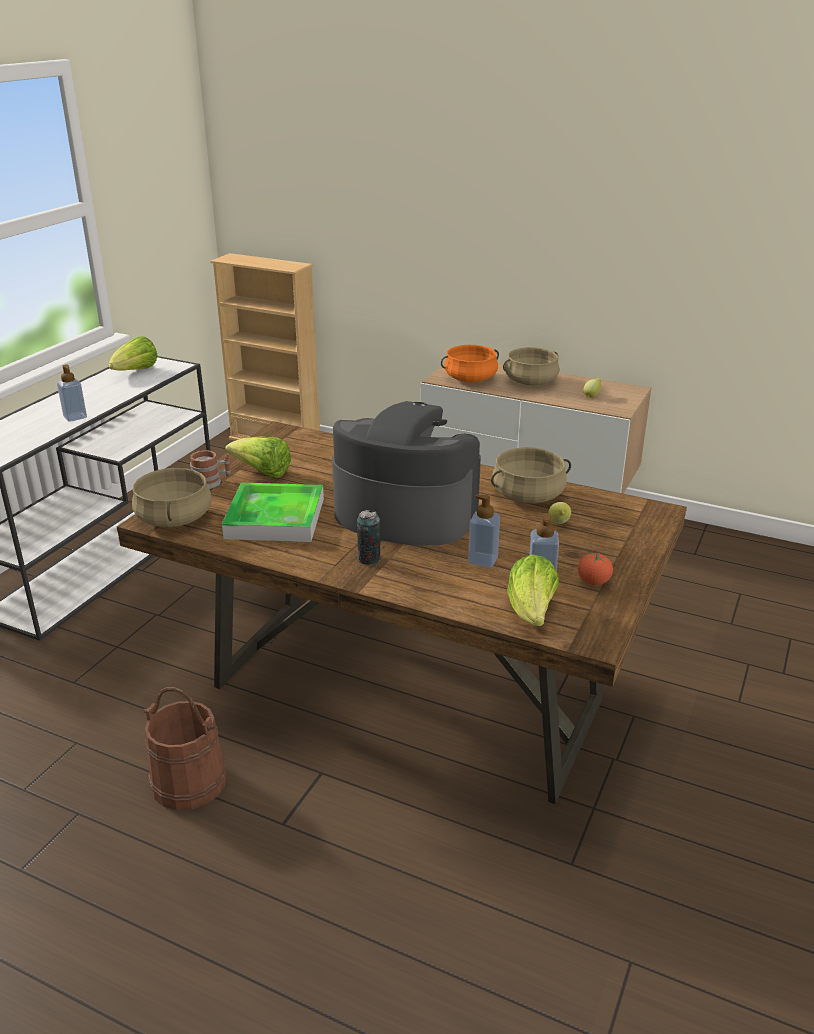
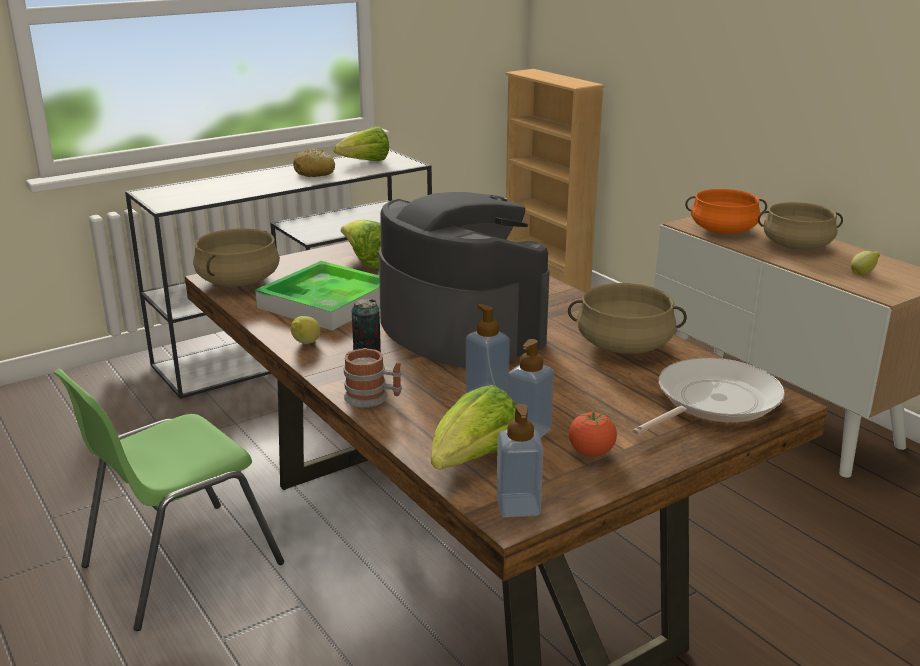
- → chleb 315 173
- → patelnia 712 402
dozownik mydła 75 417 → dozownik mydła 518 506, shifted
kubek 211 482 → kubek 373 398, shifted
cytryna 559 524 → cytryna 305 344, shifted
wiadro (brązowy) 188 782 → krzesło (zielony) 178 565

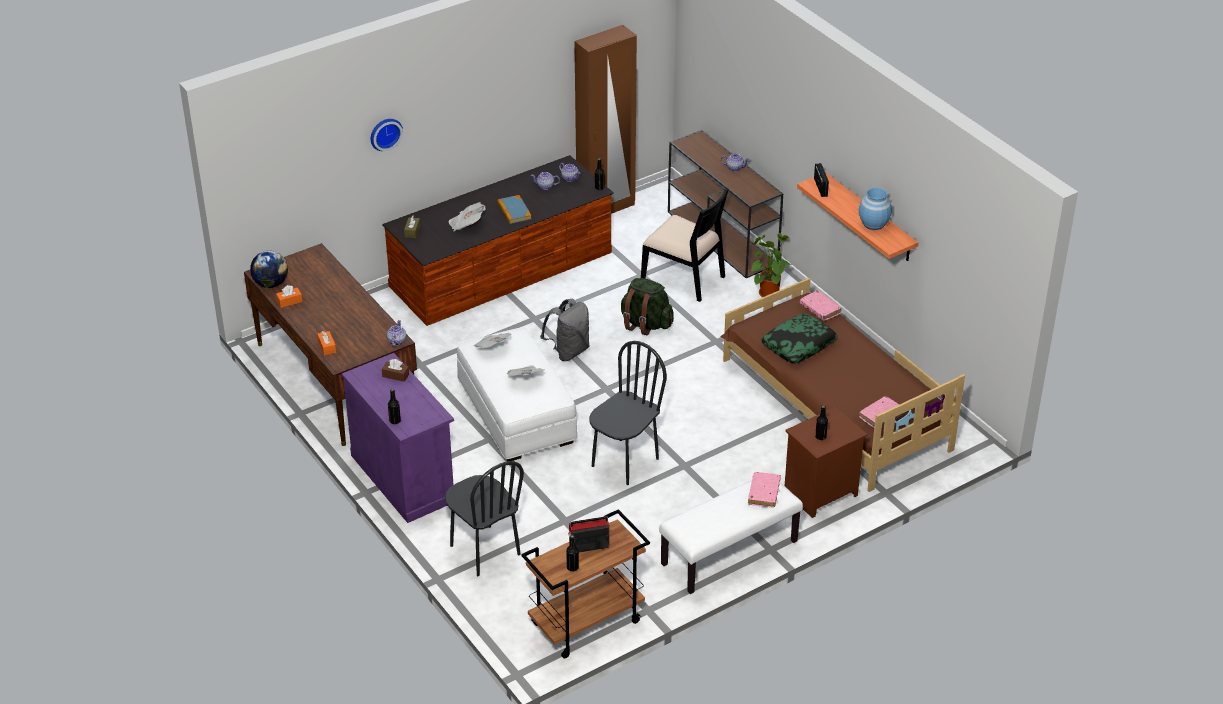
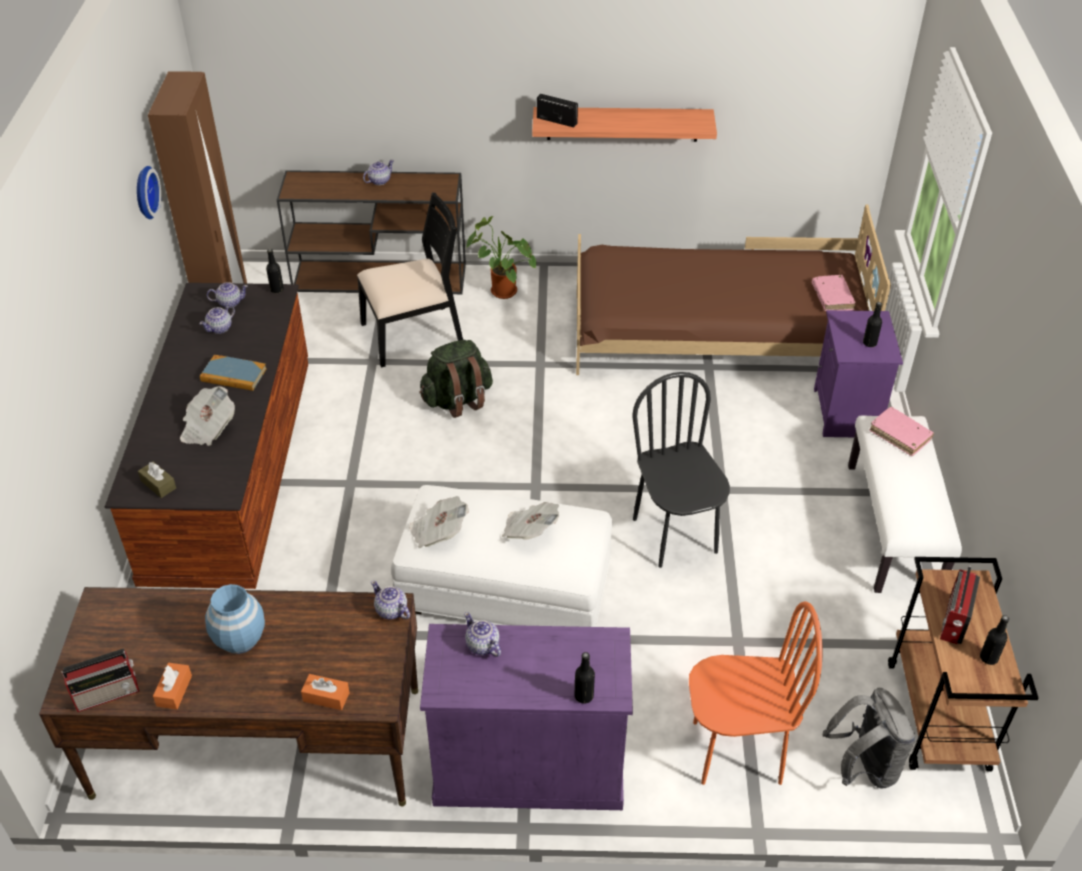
poduszka 798 345 → -
książka (różowy) 820 309 → -
zegar ścienny 385 133 → zegar ścienny 143 192, shifted
plecak (szary) 568 351 → plecak (szary) 864 767, shifted
wazon (niebieski) 873 224 → wazon (niebieski) 240 639, shifted
globus 271 284 → radio 108 693
pudełko chusteczek (brązowy) 395 375 → imbryk 482 645
krzesło (czarny) 484 550 → krzesło (pomarańczowy) 736 751
szafka nocna (brązowy) 820 494 → szafka nocna (fioletowy) 847 413

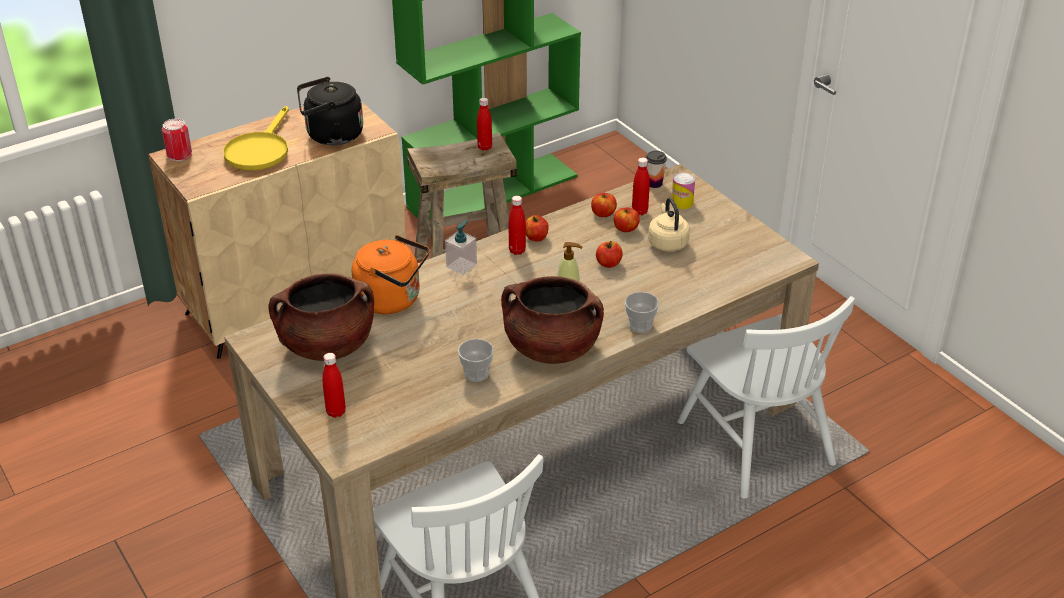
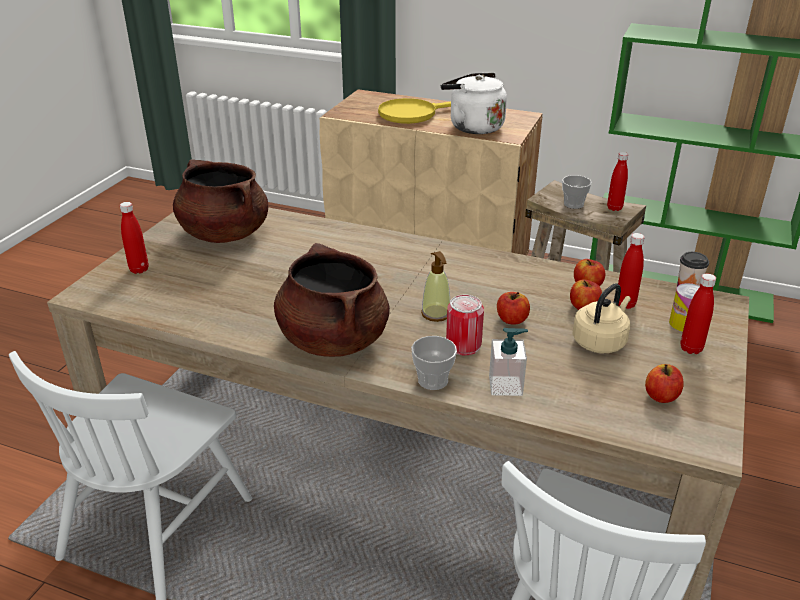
czajnik (pomarańczowy) 392 300 → -
puszka 179 154 → puszka 463 345, shifted
dozownik mydła 461 265 → dozownik mydła 506 385, shifted
filiżanka 476 374 → filiżanka 573 204, shifted
butelka (czerwony) 517 251 → butelka (czerwony) 691 348, shifted
jabłko 536 237 → jabłko 661 396, shifted
czajnik (czarny) 331 136 → czajnik (biały) 473 127

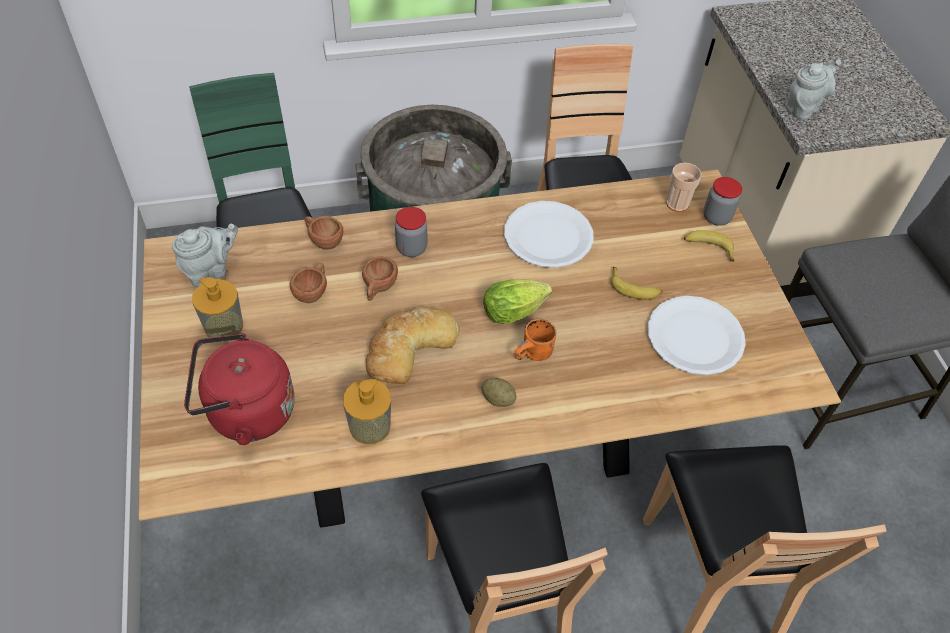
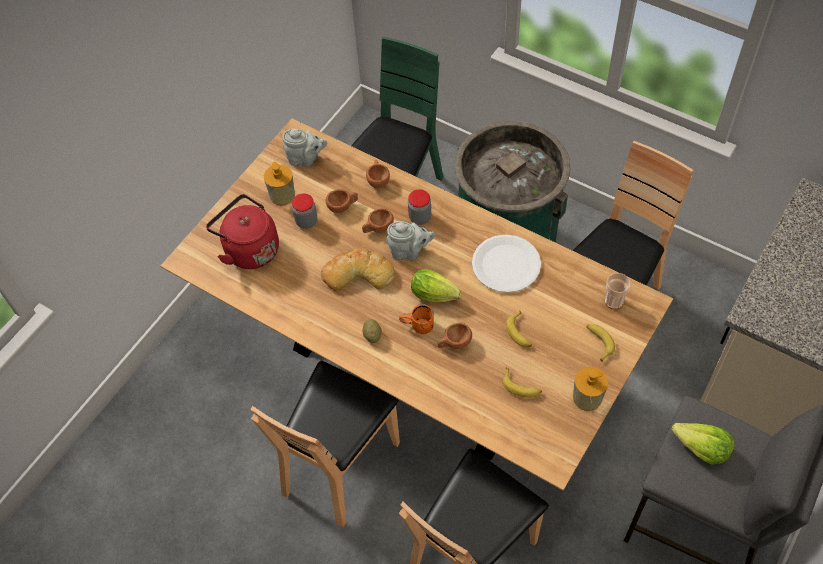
- → filiżanka (brązowy) 454 343
- → sałata 701 449
dozownik mydła 370 426 → dozownik mydła 587 398, shifted
słoik 716 217 → słoik 306 221, shifted
imbryk (szary) 804 107 → imbryk (szary) 409 251, shifted
talerz (biały) 695 336 → banan 521 386

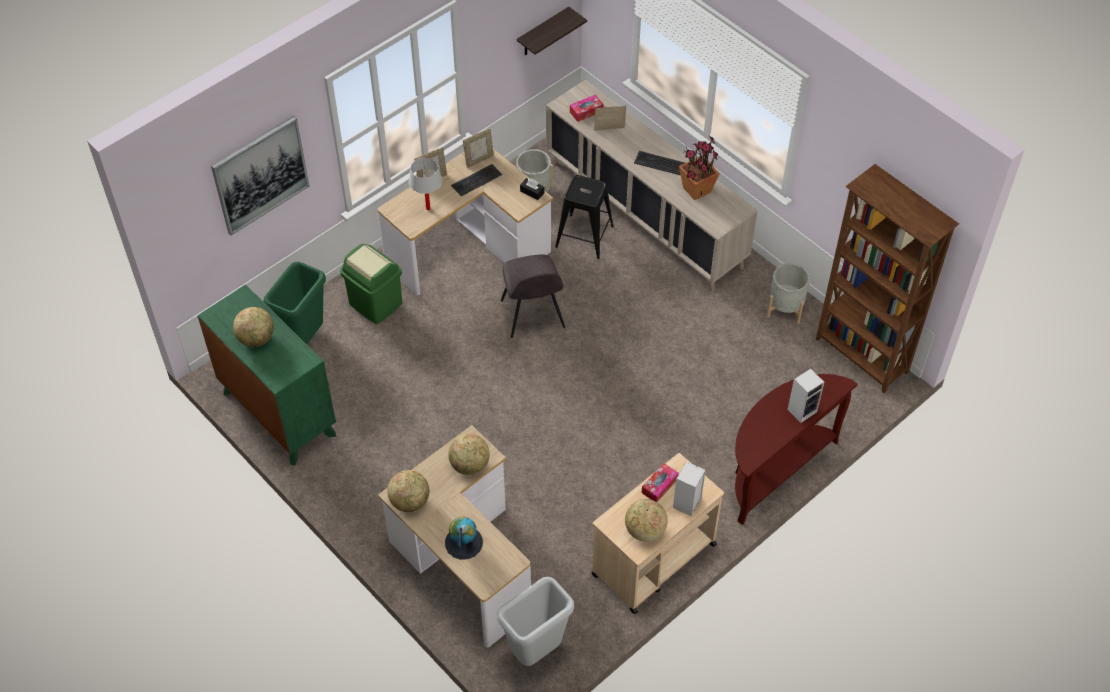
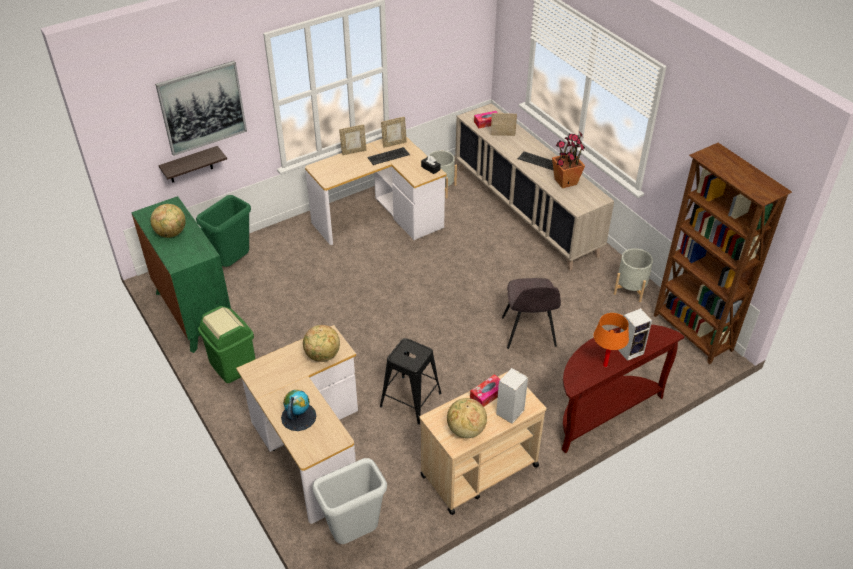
globus 410 501 → -
lampa stołowa (biały) 428 208 → -
- → lampa stołowa (pomarańczowy) 605 365
kosz na śmieci (zielony) 375 304 → kosz na śmieci (zielony) 232 365, shifted
krzesło (szary) 533 315 → krzesło (szary) 529 333, shifted
półka 543 33 → półka 190 165, shifted
stołek (czarny) 584 236 → stołek (czarny) 410 400, shifted

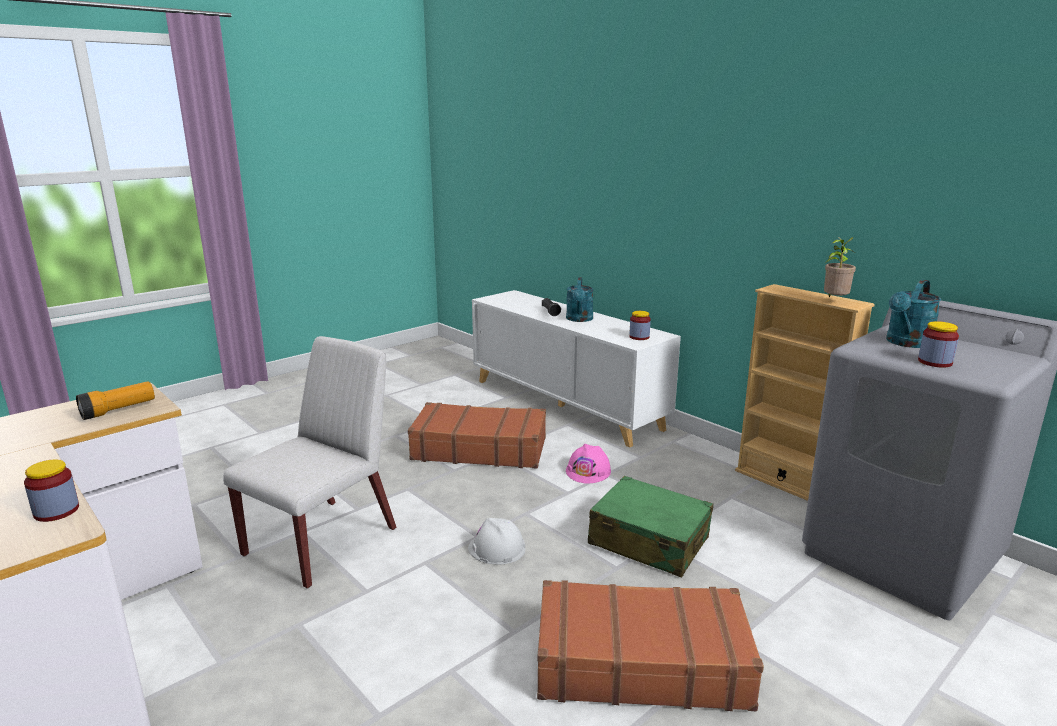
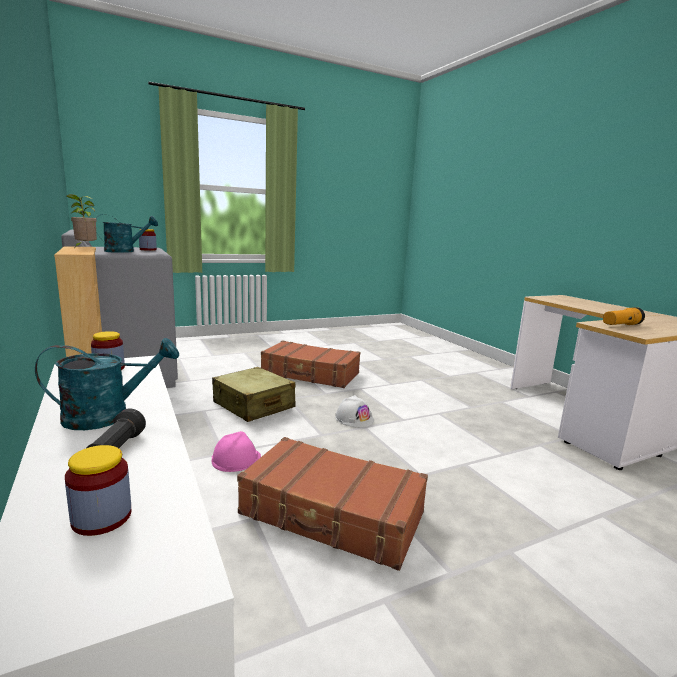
krzesło (biały) 322 540 → -
słoik 56 511 → słoik 101 518, shifted
walizka (zielony) 648 541 → walizka (beżowy) 253 405
konewka (turkusowy) 579 319 → konewka (turkusowy) 108 416, 45 degrees clockwise

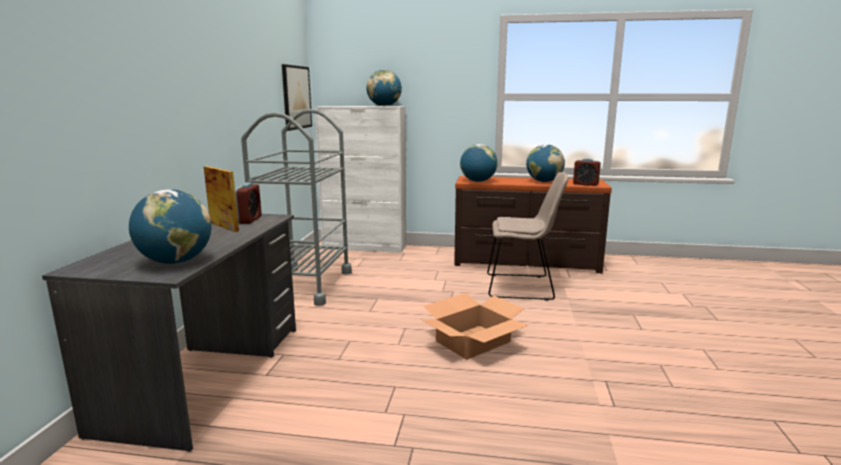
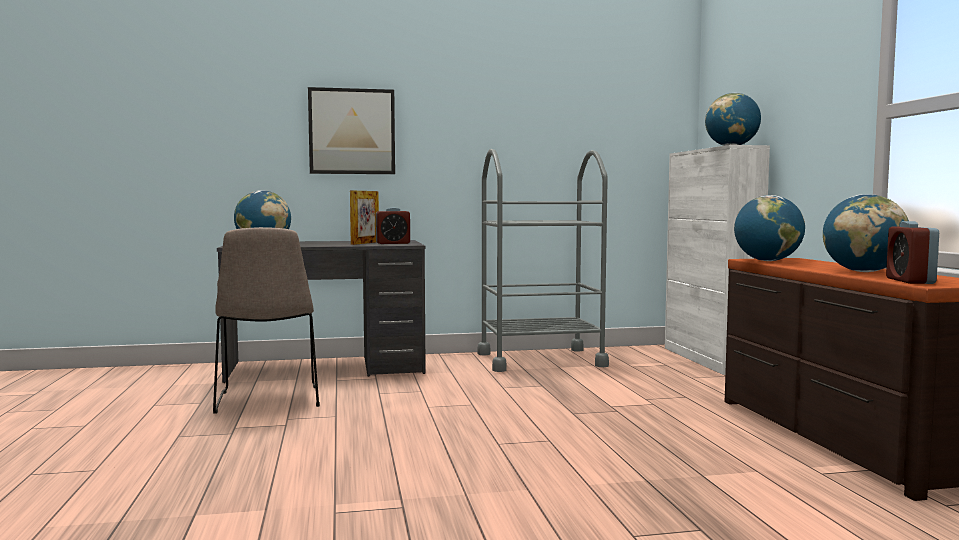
karton 473 341 → -
obraz 296 97 → obraz 352 131, shifted
krzesło (beżowy) 522 287 → krzesło (beżowy) 268 401, shifted

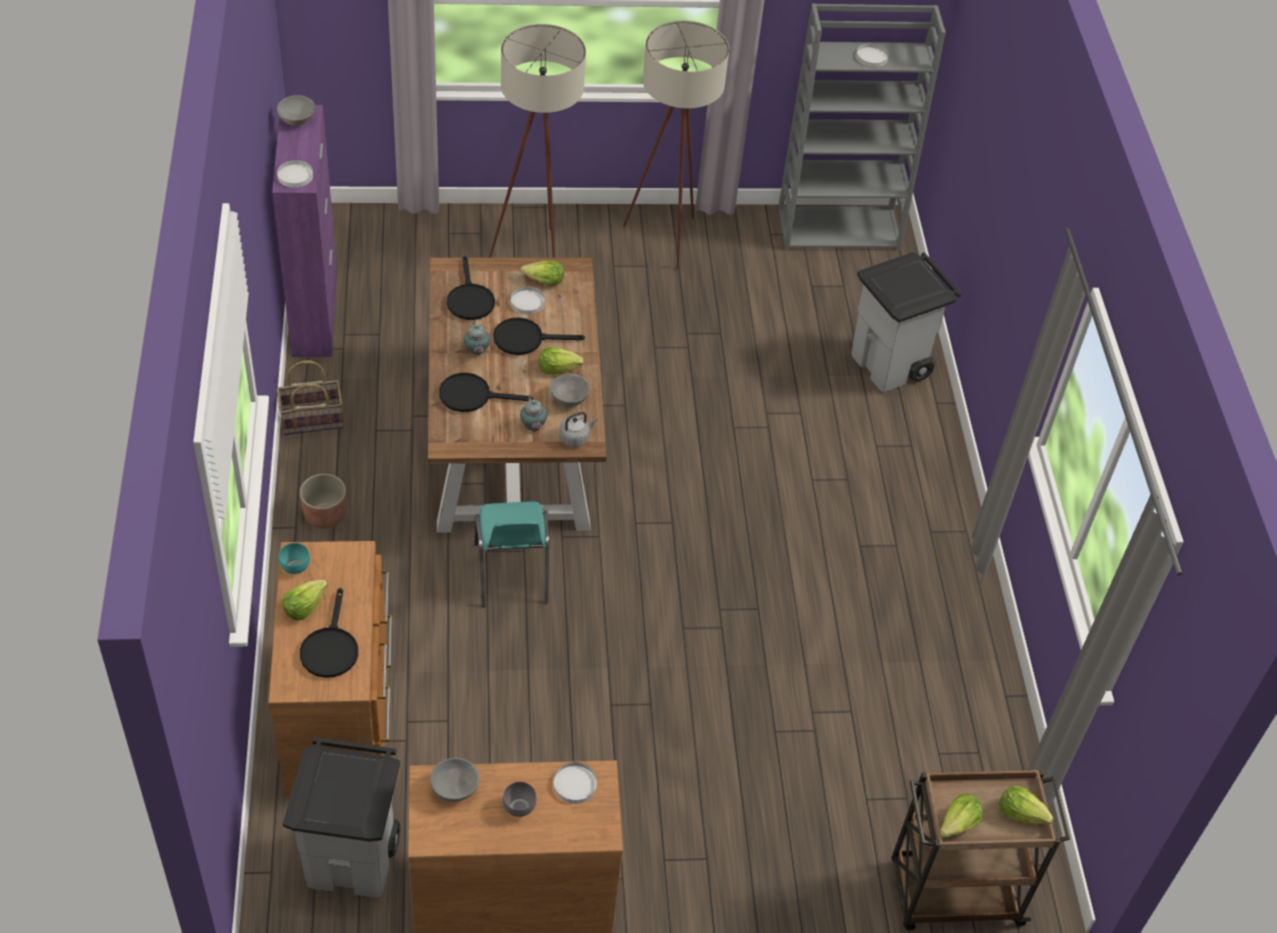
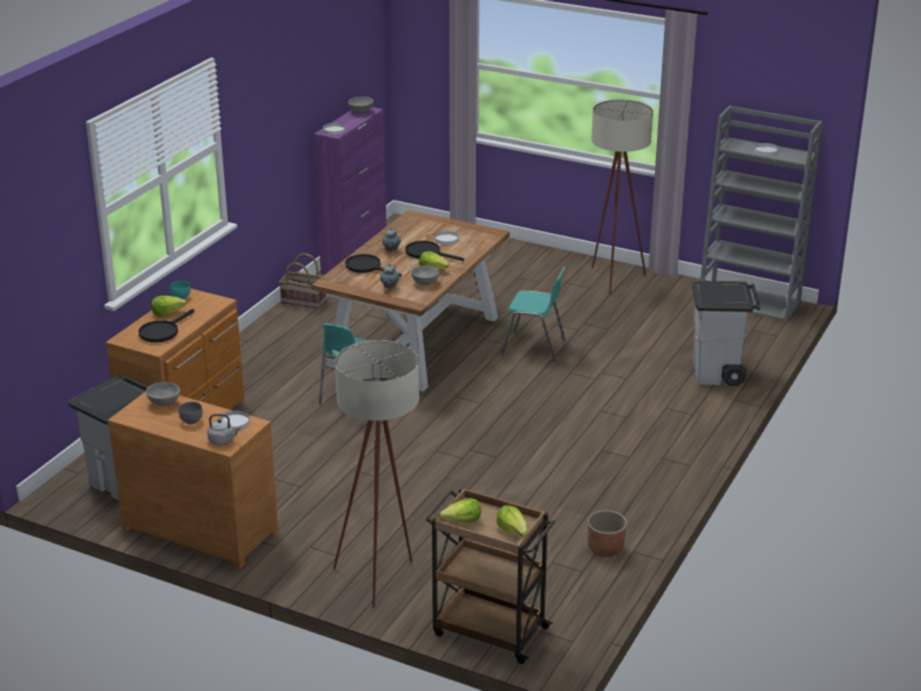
patelnia (czarny) 469 299 → -
sałata 544 281 → -
- → krzesło (turkusowy) 534 347
donica 325 516 → donica 605 549, shifted
lampa stojąca (beżowy) 536 251 → lampa stojąca (beżowy) 382 575, shifted
czajnik (szary) 575 437 → czajnik (szary) 223 441, shifted

